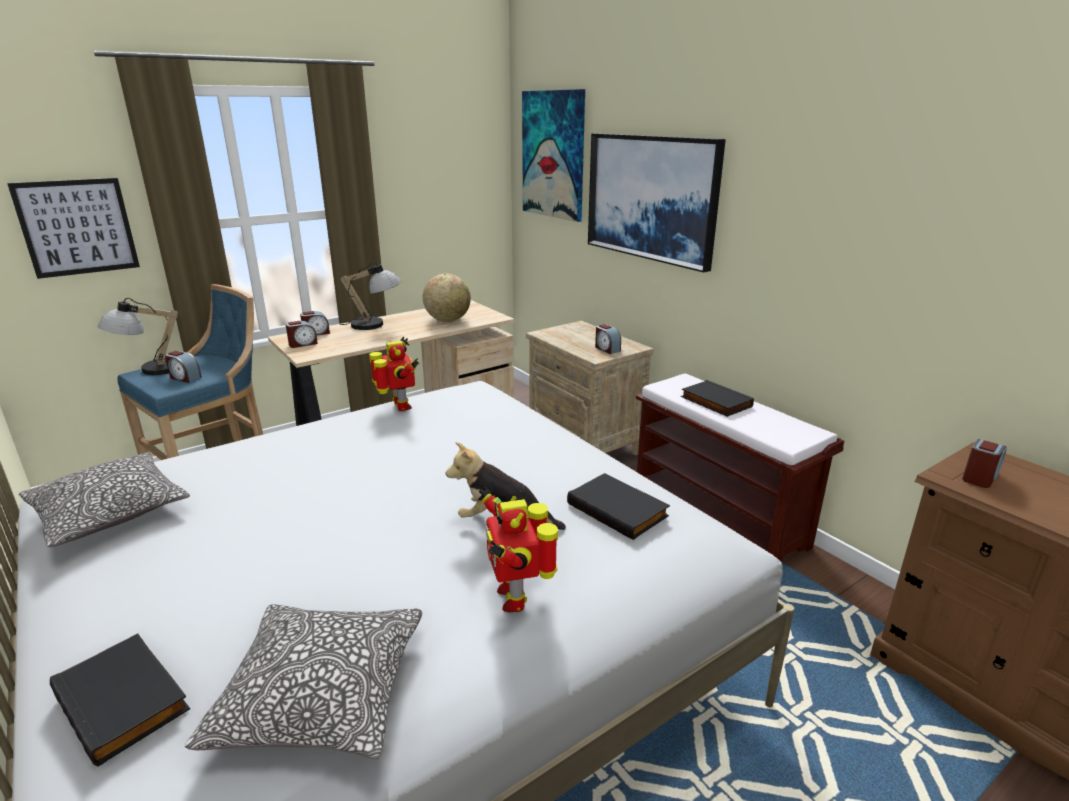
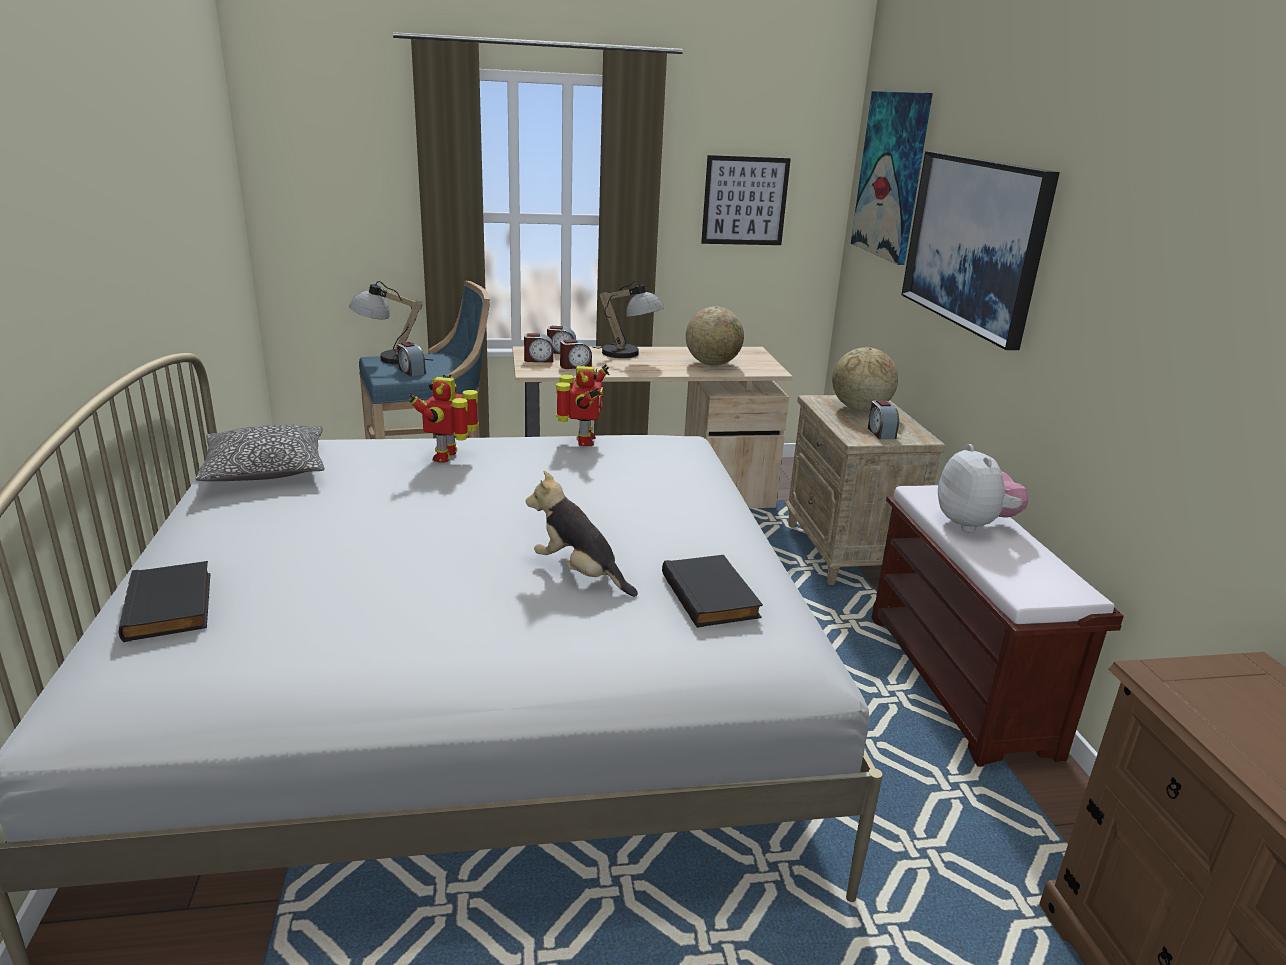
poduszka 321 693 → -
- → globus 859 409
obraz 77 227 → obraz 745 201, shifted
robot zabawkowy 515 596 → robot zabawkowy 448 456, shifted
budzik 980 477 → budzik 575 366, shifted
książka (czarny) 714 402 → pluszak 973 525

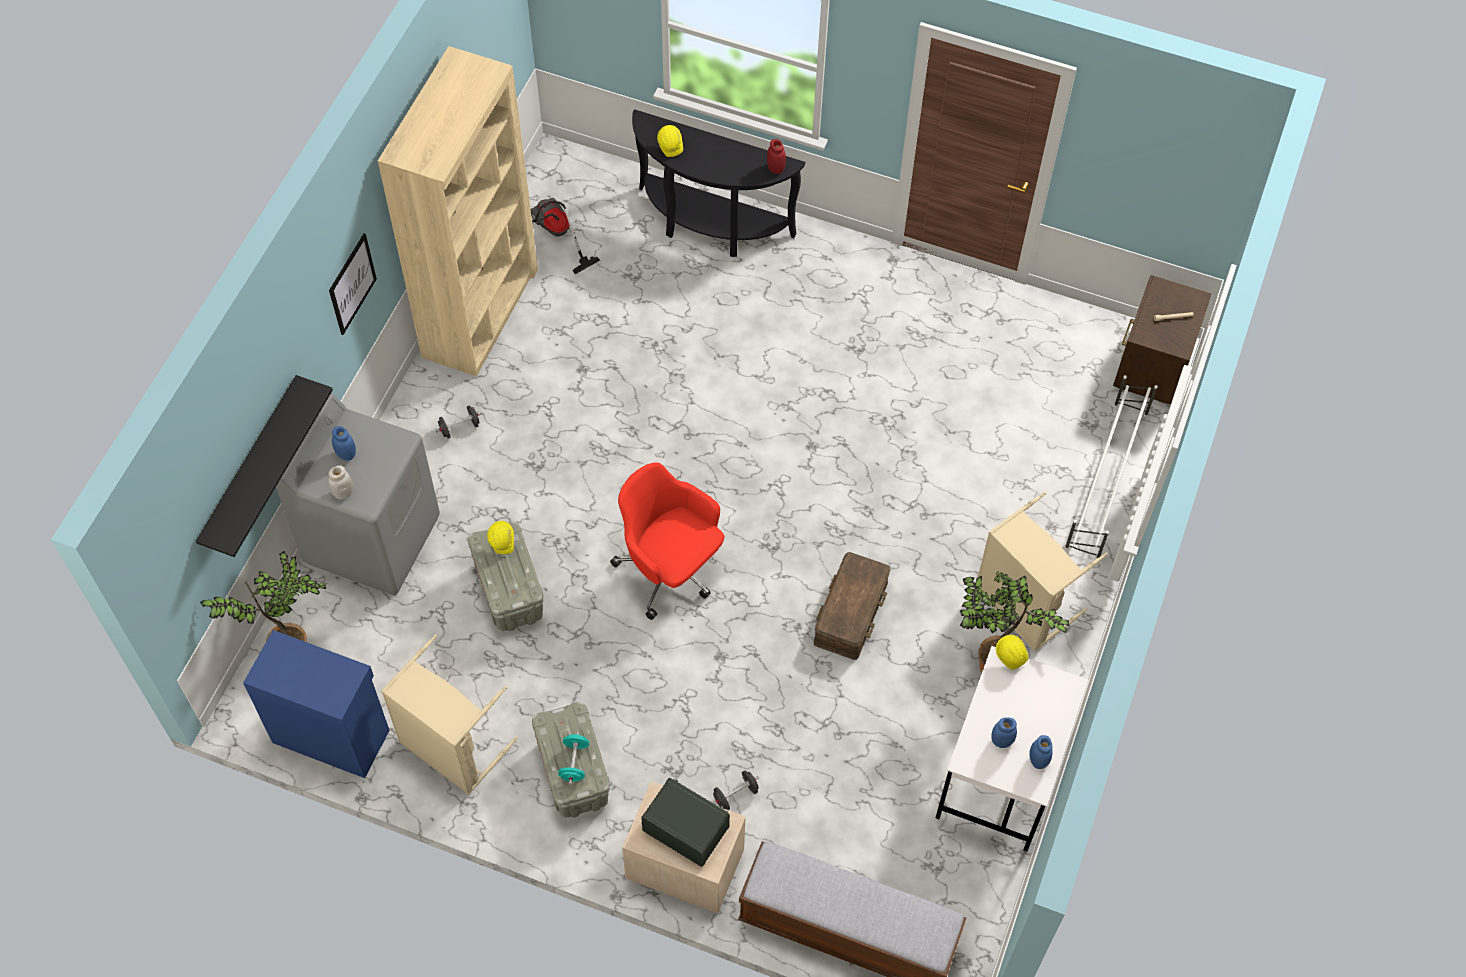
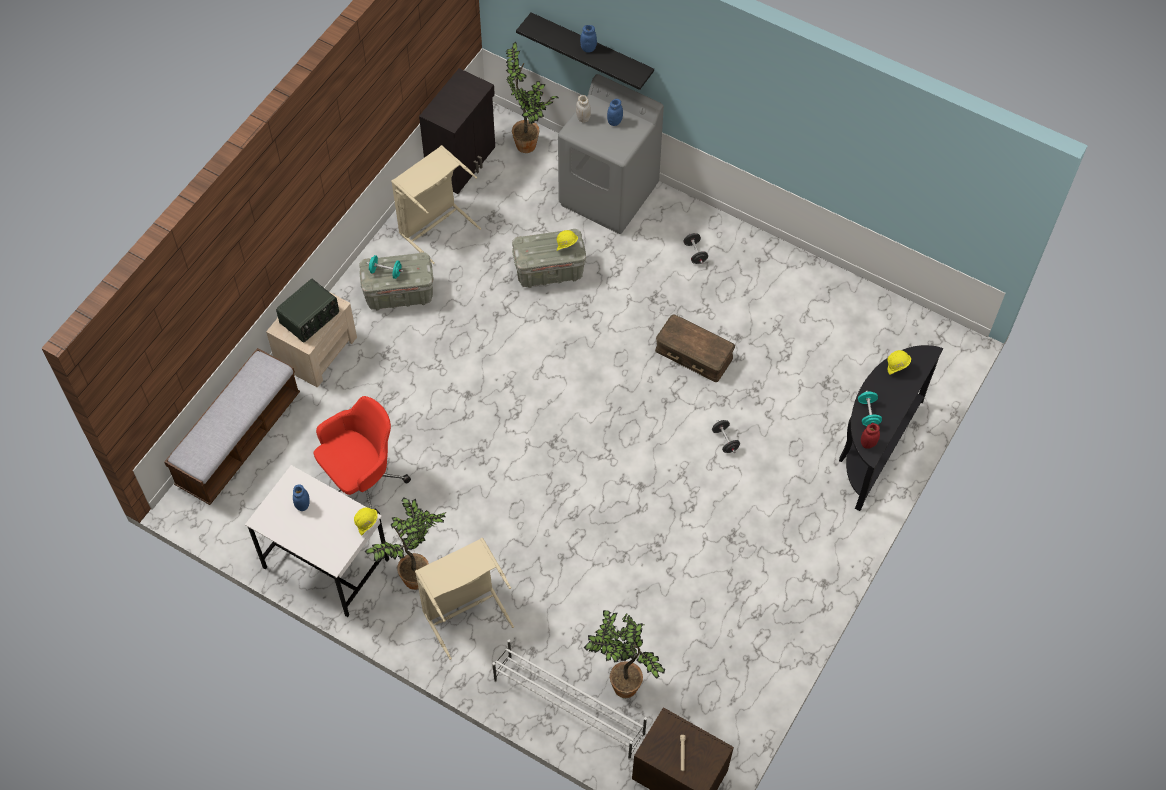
obraz 352 284 → -
regał (beżowy) 481 312 → -
odkurzacz 556 235 → -
- → roślina doniczkowa 622 685
- → hantel (turkusowy) 868 414
krzesło biurowe (czerwony) 671 570 → krzesło biurowe (czerwony) 362 480, shifted
hantel (czarny) 735 795 → hantel (czarny) 725 441, shifted
pojemnik do przechowywania (brązowy) 851 613 → pojemnik do przechowywania (brązowy) 693 354, shifted
słoik (niebieski) 1038 760 → słoik (niebieski) 588 48, shifted
szafka (niebieski) 331 734 → szafka (czarny) 462 162

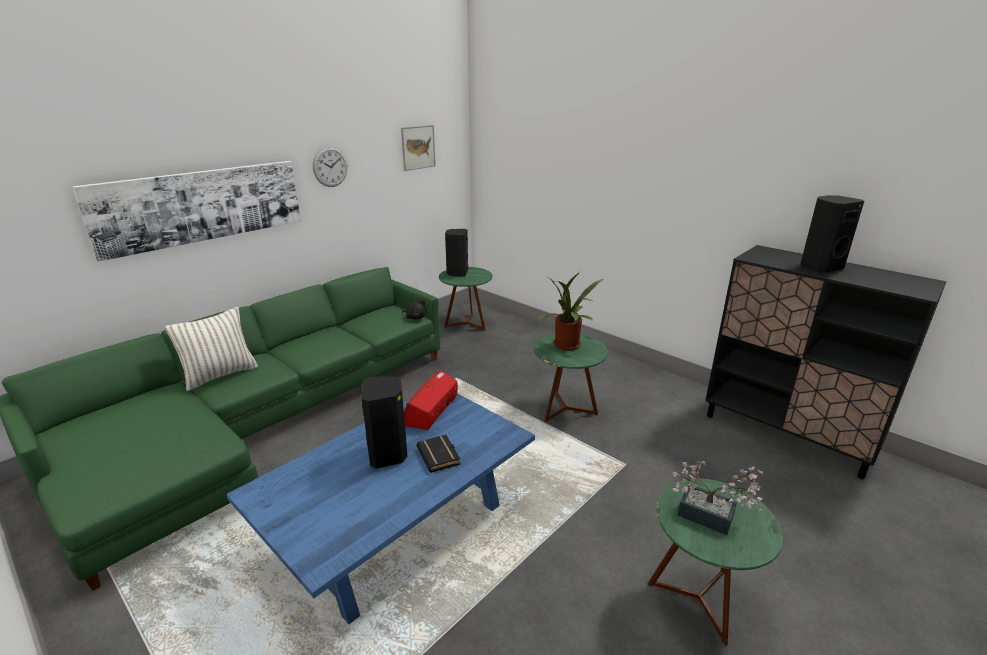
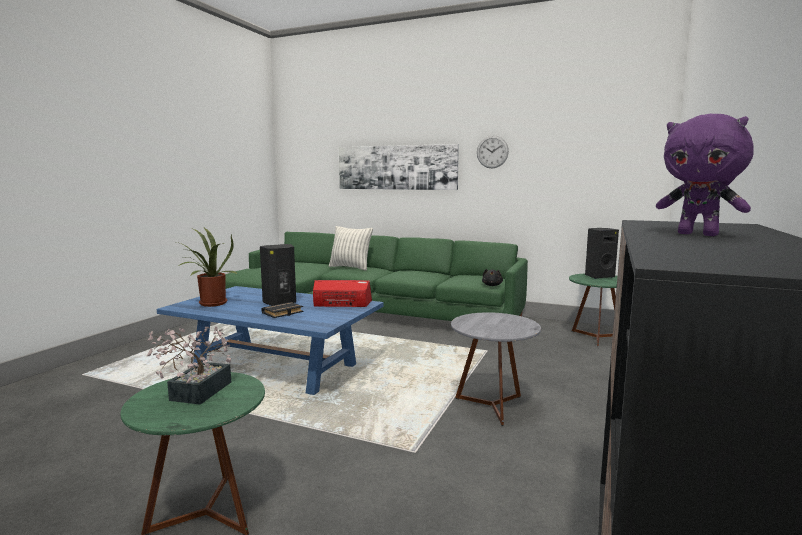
obraz 418 147 → -
roślina doniczkowa 568 346 → roślina doniczkowa 210 304, shifted
głośnik (czarny) 819 267 → pluszak (fioletowy) 698 234
stolik (zielony) 566 409 → stolik (szary) 492 406

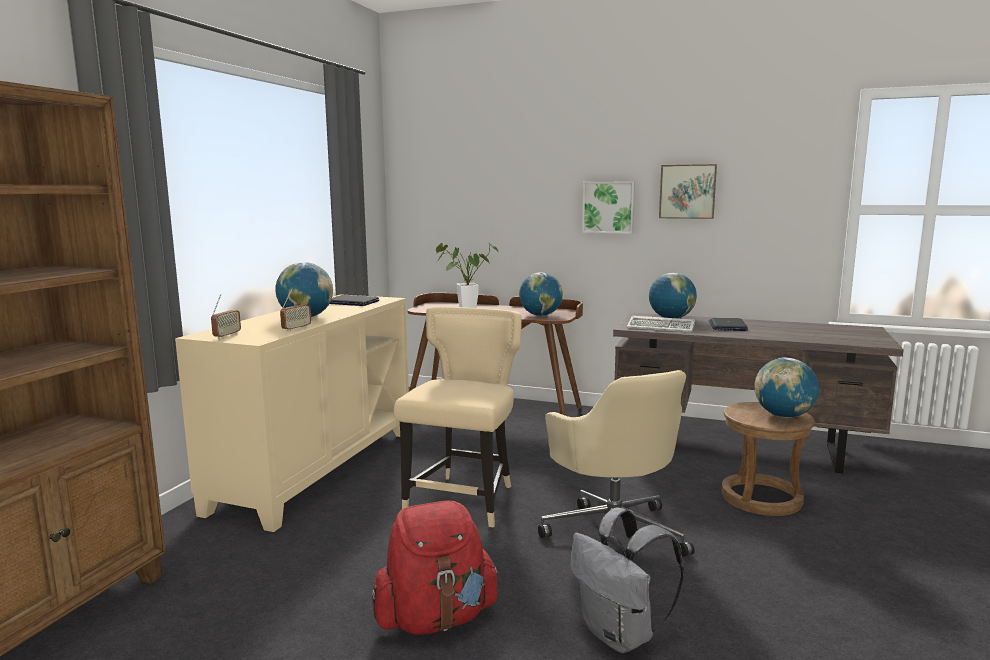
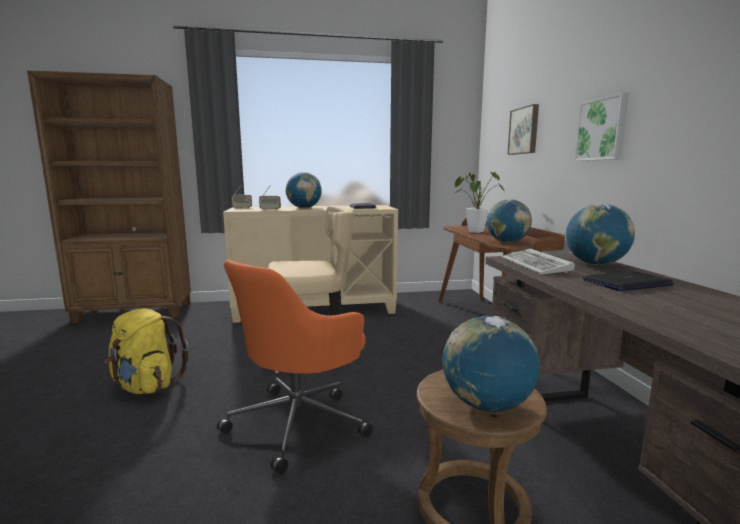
plecak (szary) 621 635 → -
obraz 687 191 → obraz 524 131, shifted
plecak (czerwony) 436 618 → plecak (żółty) 146 386
krzesło biurowe (beżowy) 613 533 → krzesło biurowe (pomarańczowy) 299 422

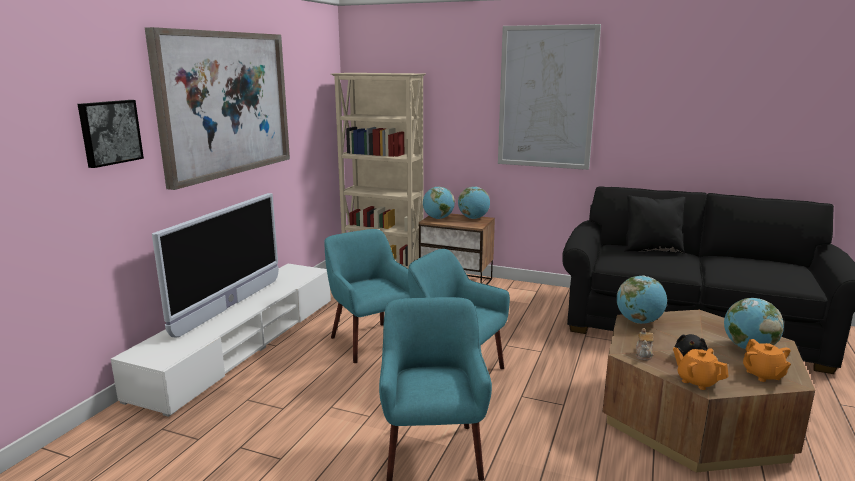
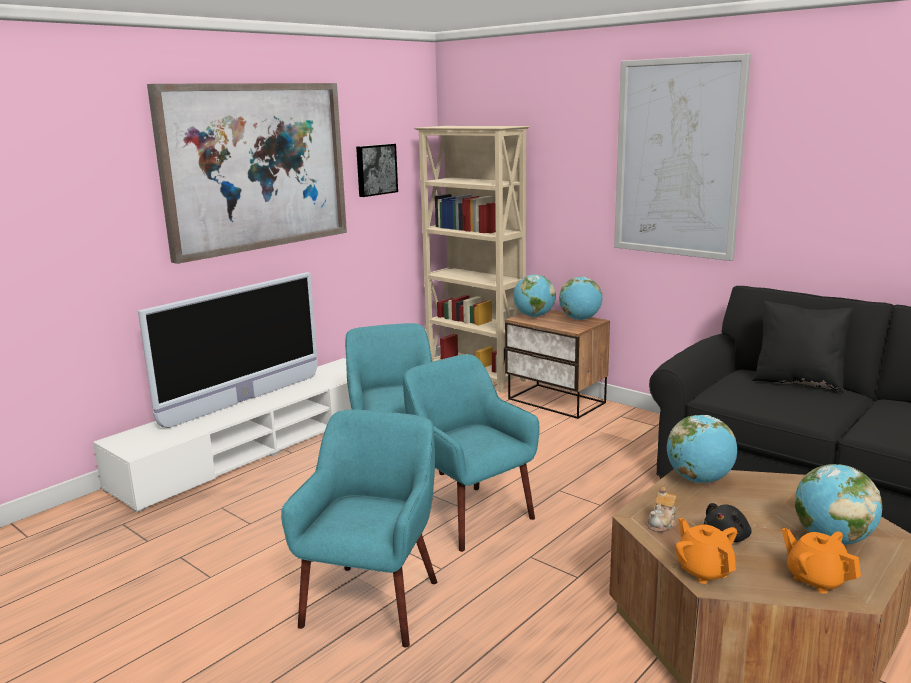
obraz 109 132 → obraz 375 169, shifted
imbryk (pomarańczowy) 763 375 → imbryk (pomarańczowy) 816 579, 135 degrees clockwise

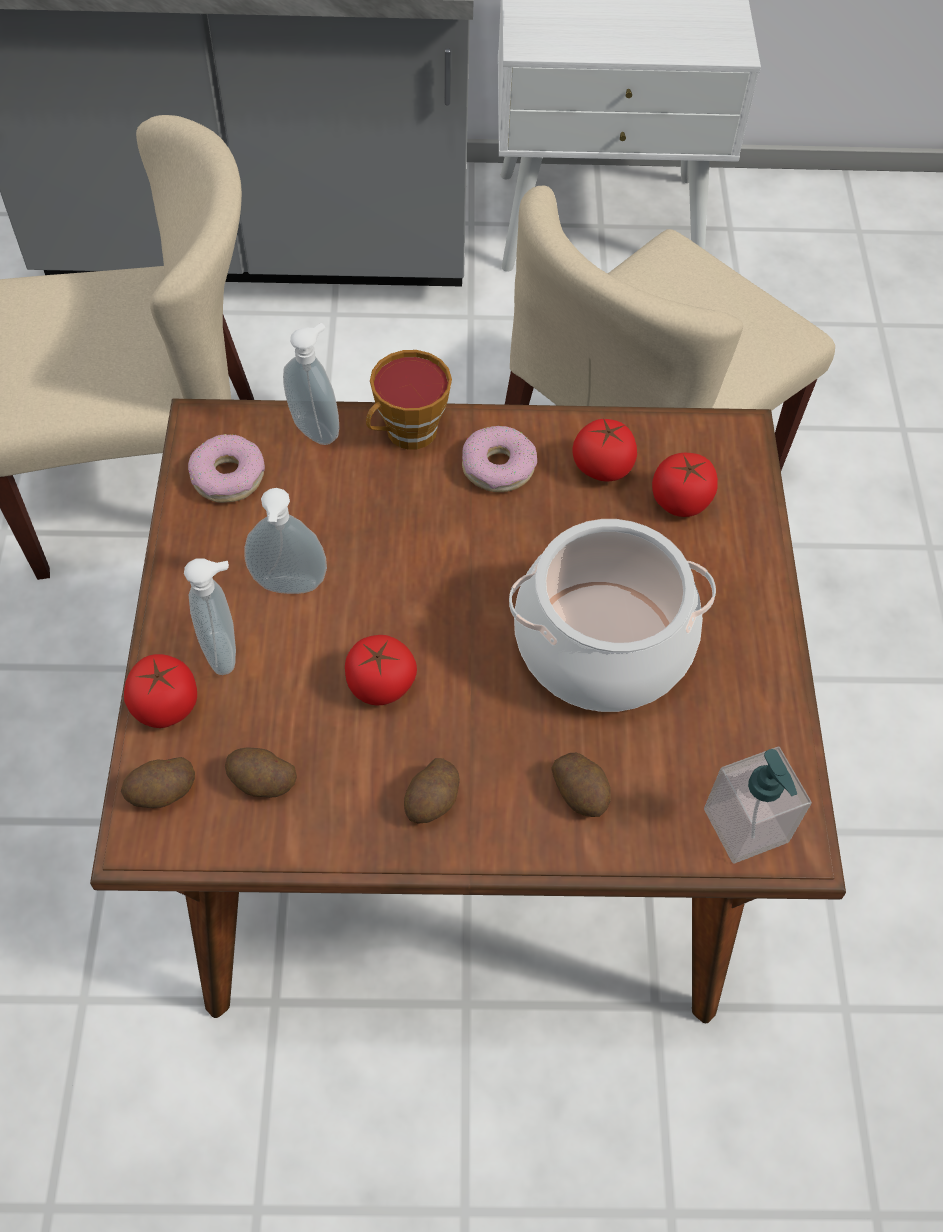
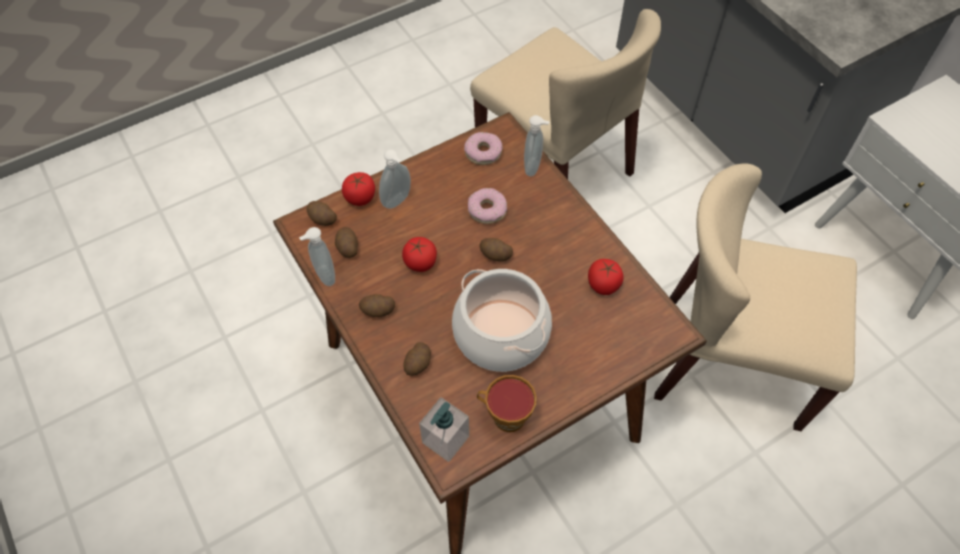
pomidor 680 501 → -
- → ziemniak 495 255
dozownik mydła 289 588 → dozownik mydła 324 276, shifted
filiżanka 407 434 → filiżanka 504 416, shifted
donut 498 467 → donut 487 210, shifted

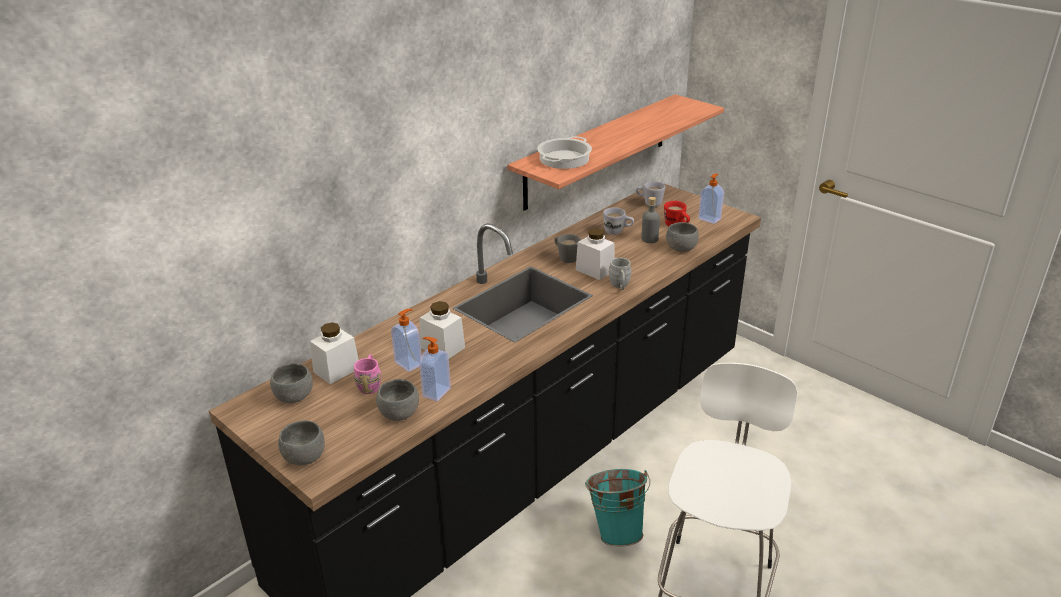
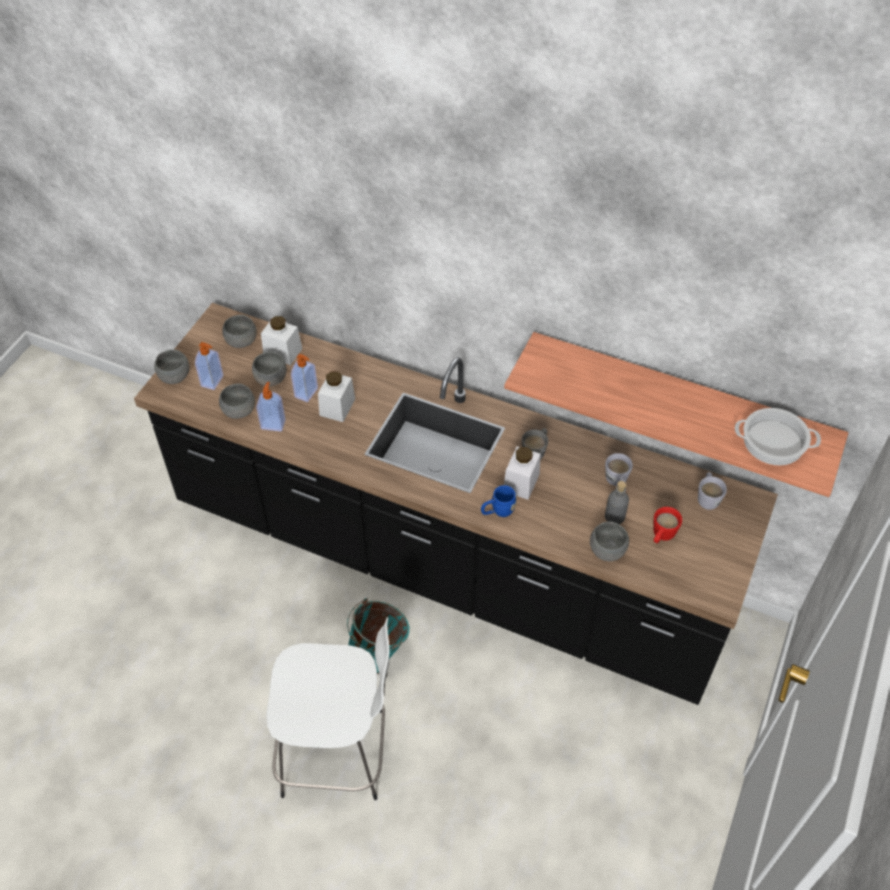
garnek 564 159 → garnek 773 442, shifted
dozownik mydła 709 219 → dozownik mydła 213 381, shifted
kubek (różowy) 370 384 → miska (szary) 271 379
kubek (szary) 620 286 → kubek (niebieski) 498 511

